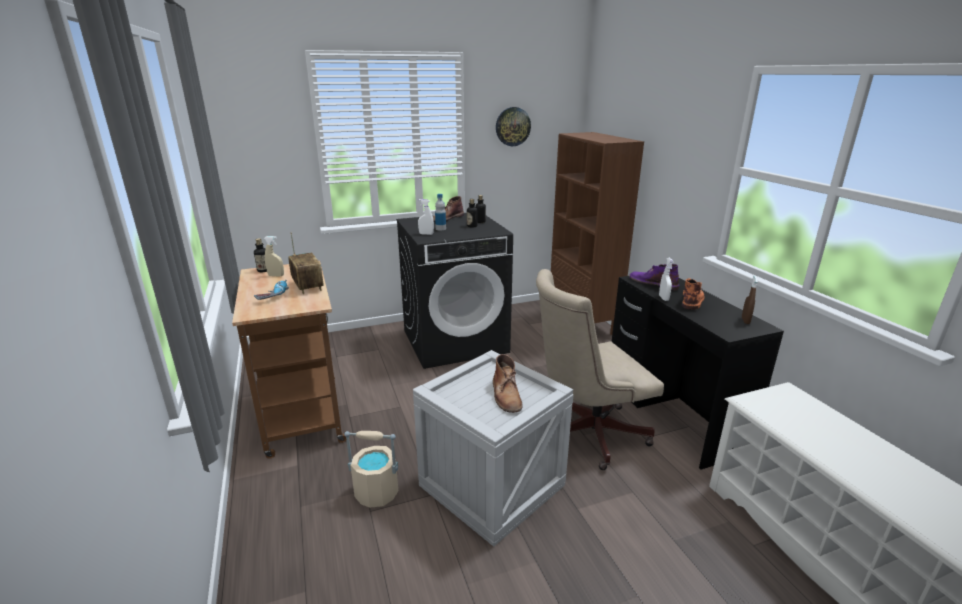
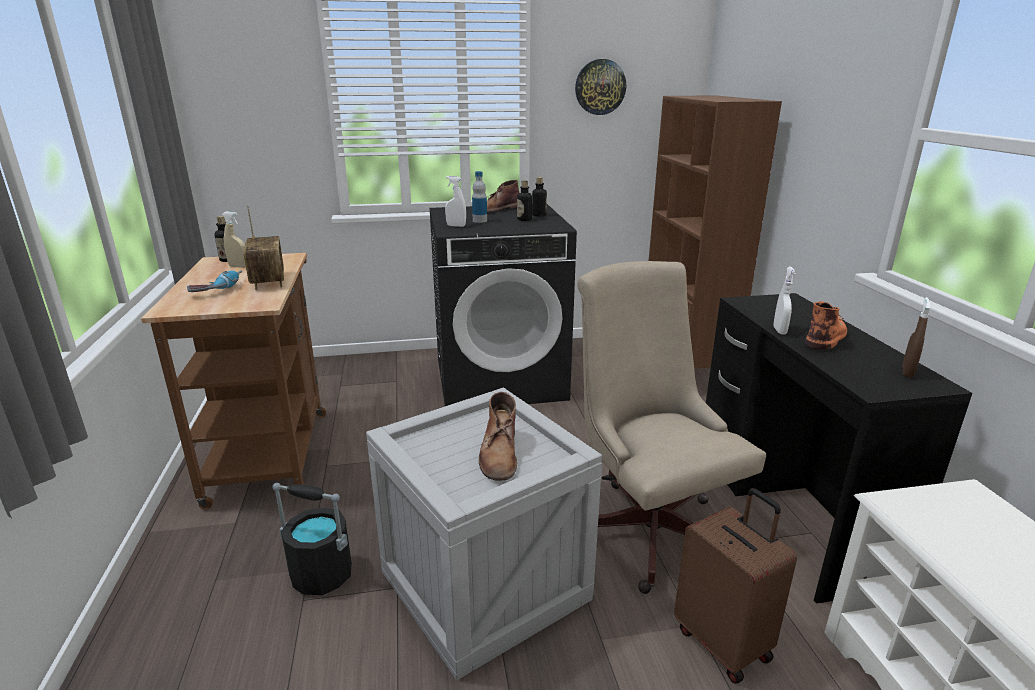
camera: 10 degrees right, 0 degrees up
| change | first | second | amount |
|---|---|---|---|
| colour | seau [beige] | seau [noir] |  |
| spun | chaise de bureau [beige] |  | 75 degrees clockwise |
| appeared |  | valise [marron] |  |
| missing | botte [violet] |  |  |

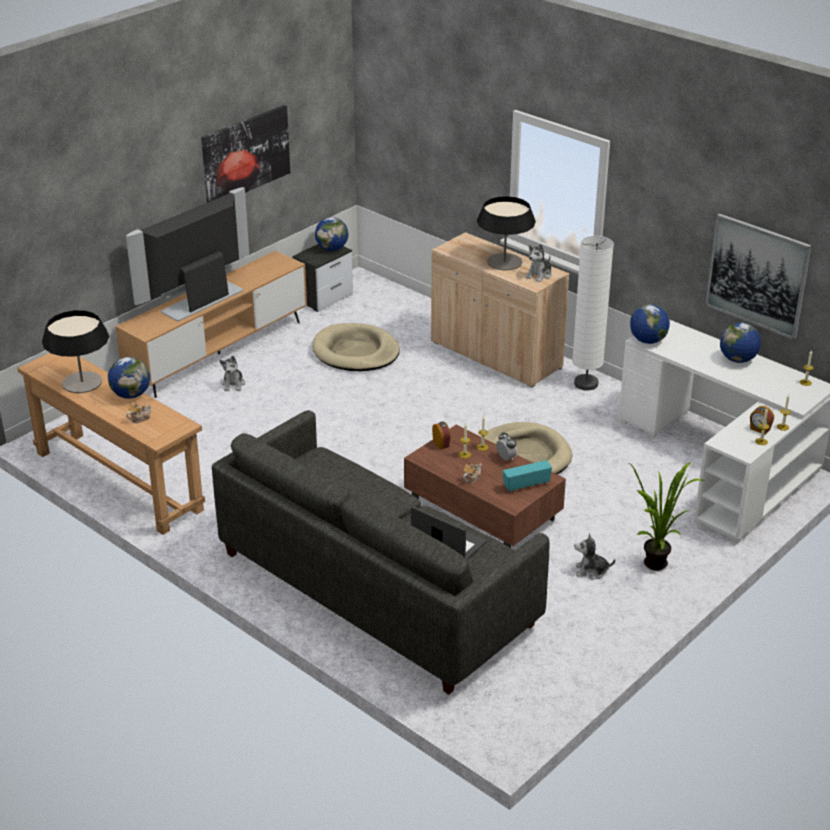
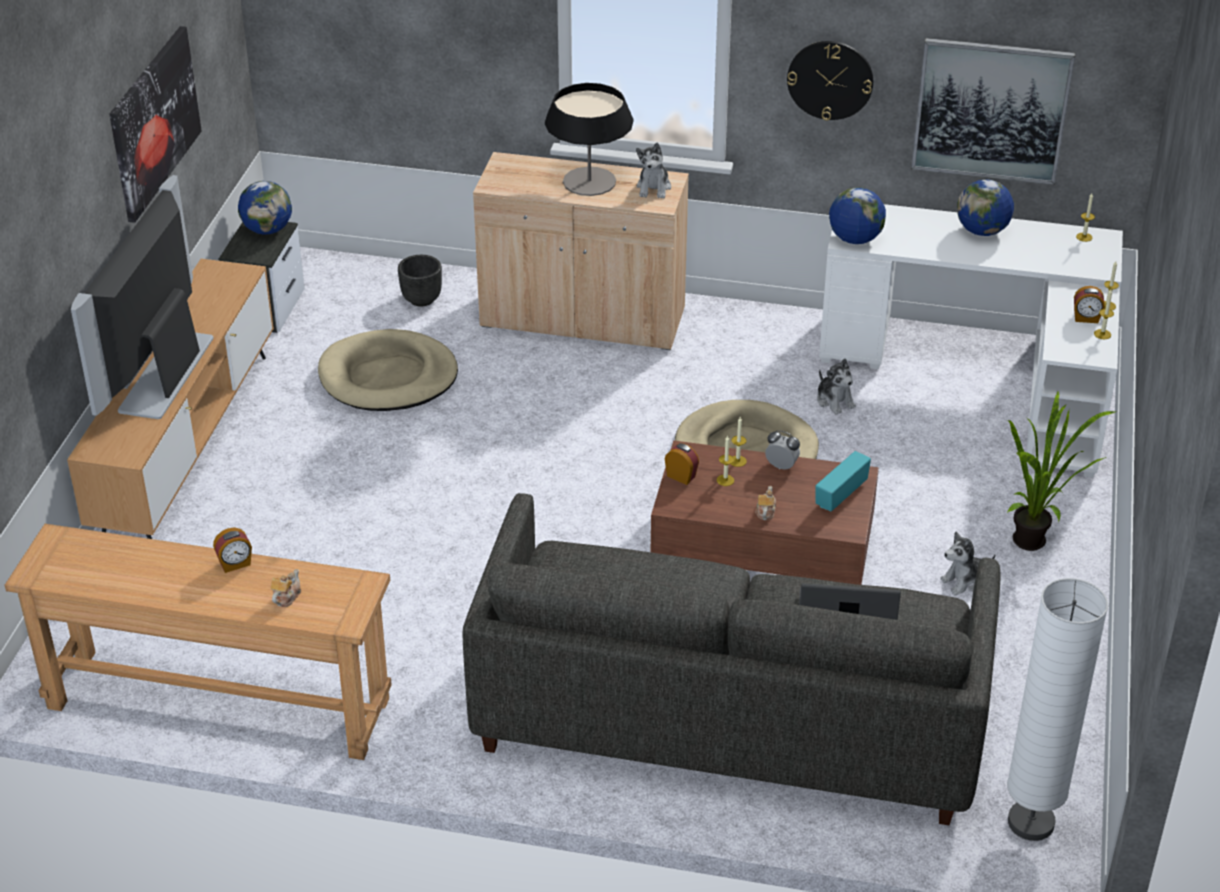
camera: 30 degrees left, 5 degrees up
| change | first | second | amount |
|---|---|---|---|
| exchanged | globe (no. 1 from left) | réveil (no. 1 from left) |  |
| appeared |  | cache-pot [noir] |  |
| appeared |  | horloge murale |  |
| relocated | peluche (no. 1 from left in the first image) | peluche (no. 2 from left) |  |
| relocated | lampadaire [blanc] |  |  |
| missing | lampe de table (no. 1 from left) |  |  |

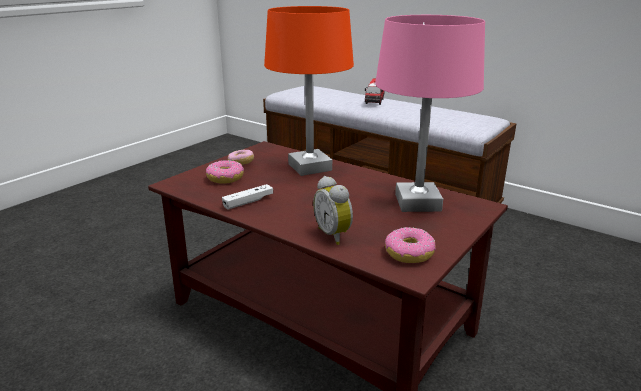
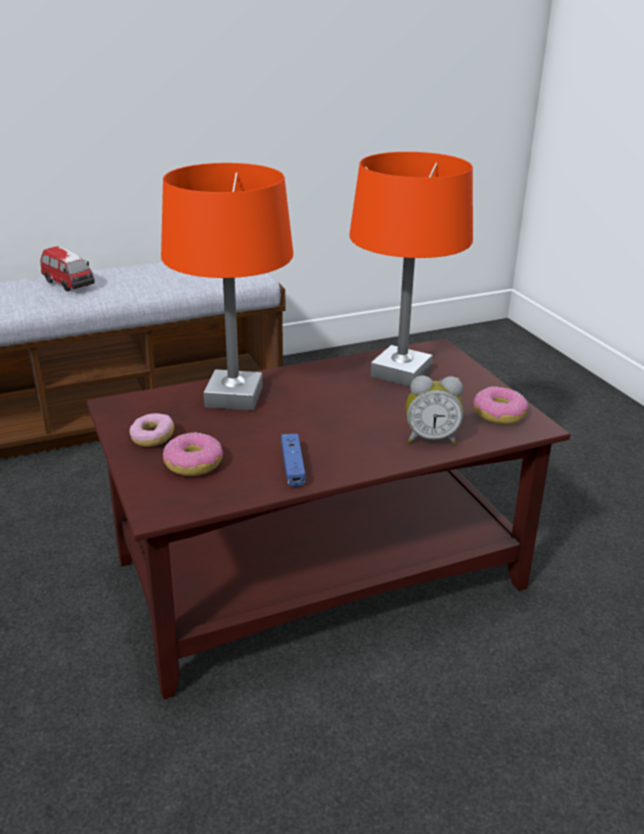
camera: 60 degrees left, 5 degrees up
| change | first | second | amount |
|---|---|---|---|
| colour | manette [blanc] | manette [bleu] |  |
| colour | lampe de table [rose] | lampe de table [orange] (no. 2 from left) |  |

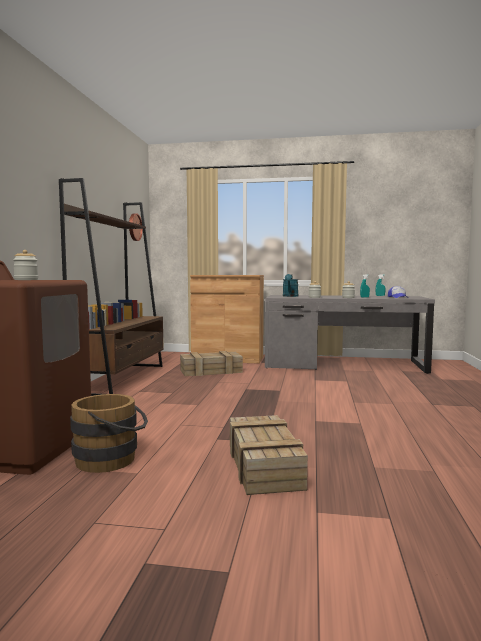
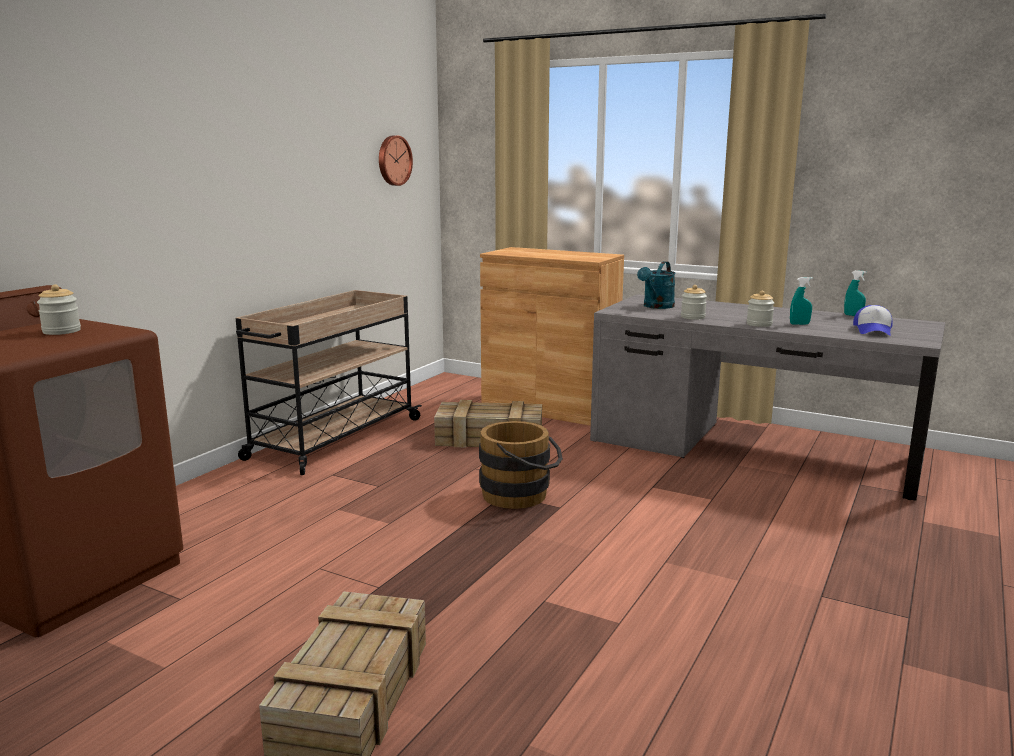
camera: 20 degrees right, 10 degrees up
| change | first | second | amount |
|---|---|---|---|
| exchanged | bibliothèque [marron] | chariot [beige] |  |
| relocated | seau [marron] |  |  |

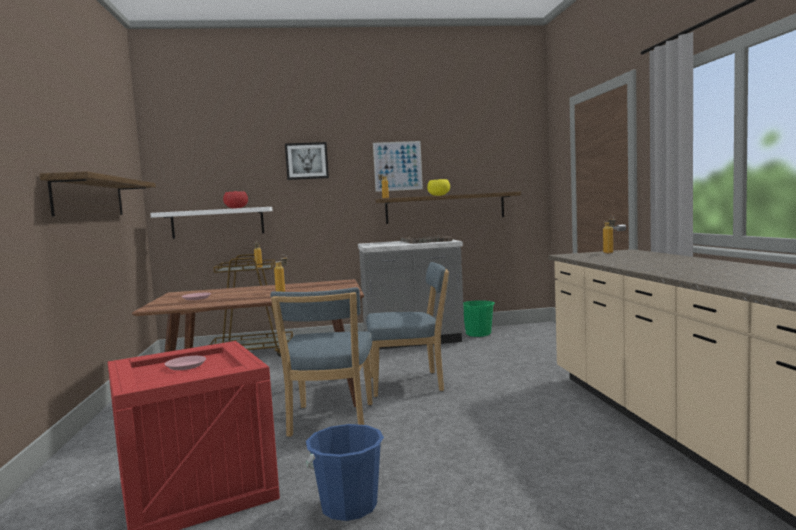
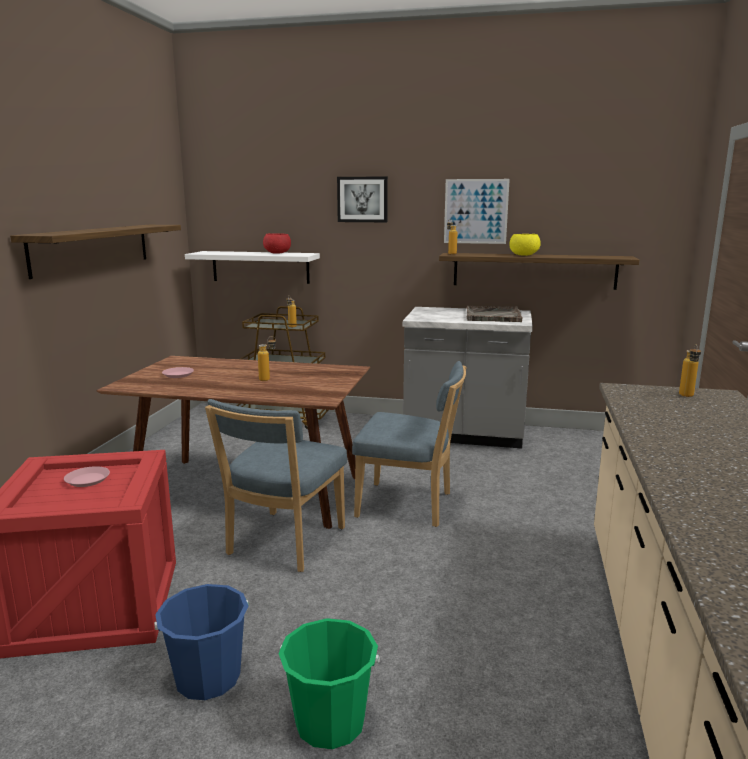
camera: 20 degrees right, 10 degrees up
| change | first | second | amount |
|---|---|---|---|
| relocated | seau [vert] |  |  |

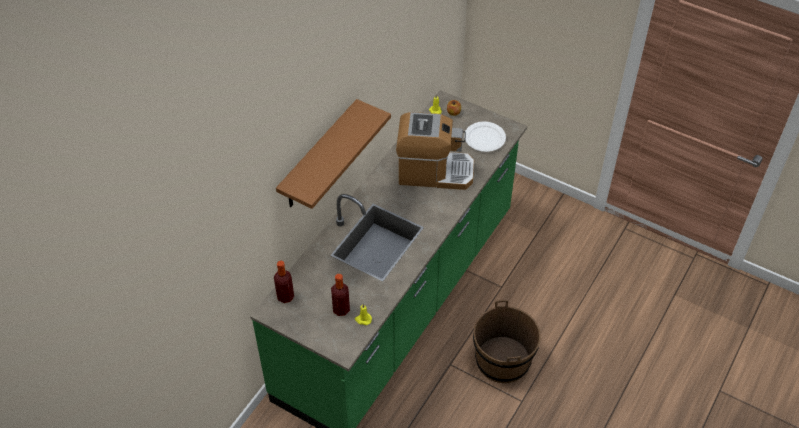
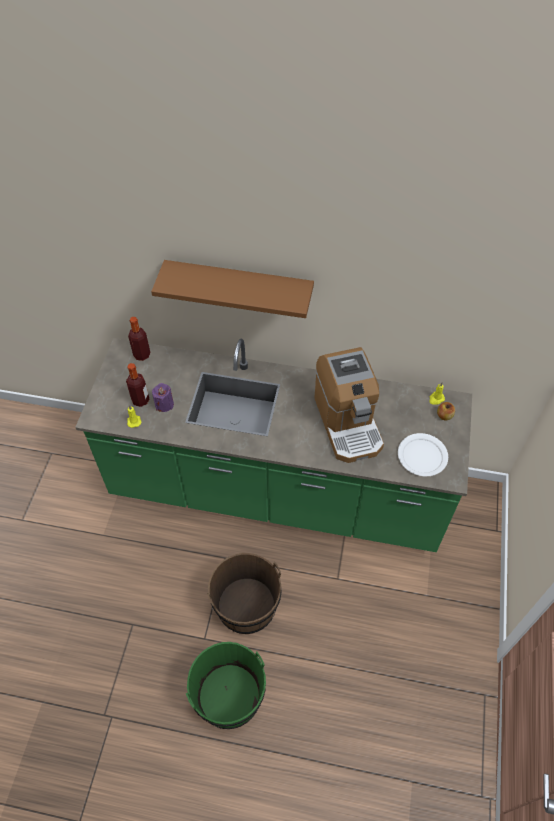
camera: 70 degrees right, 5 degrees up
| change | first | second | amount |
|---|---|---|---|
| appeared |  | bougie [violet] |  |
| appeared |  | seau [vert] |  |

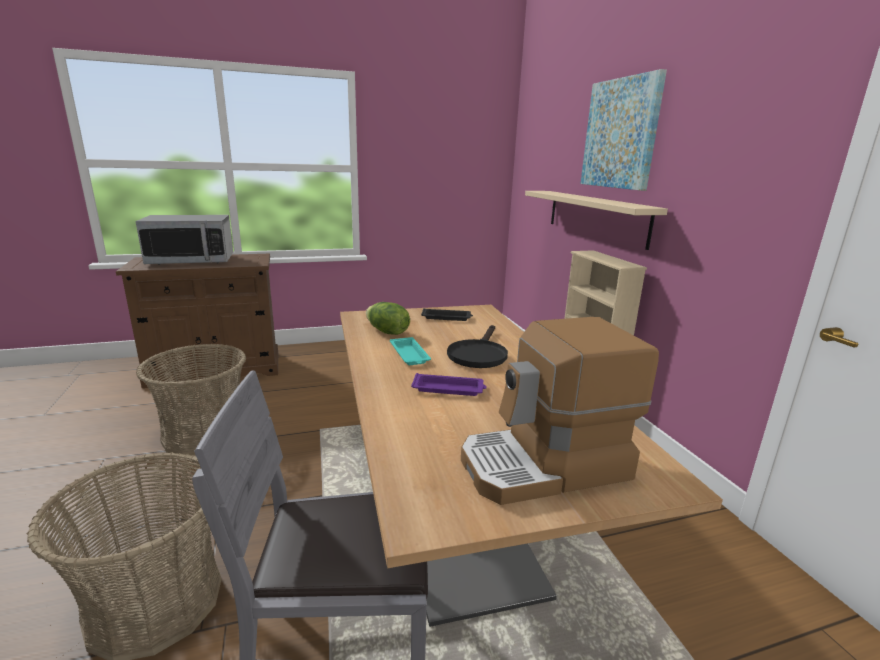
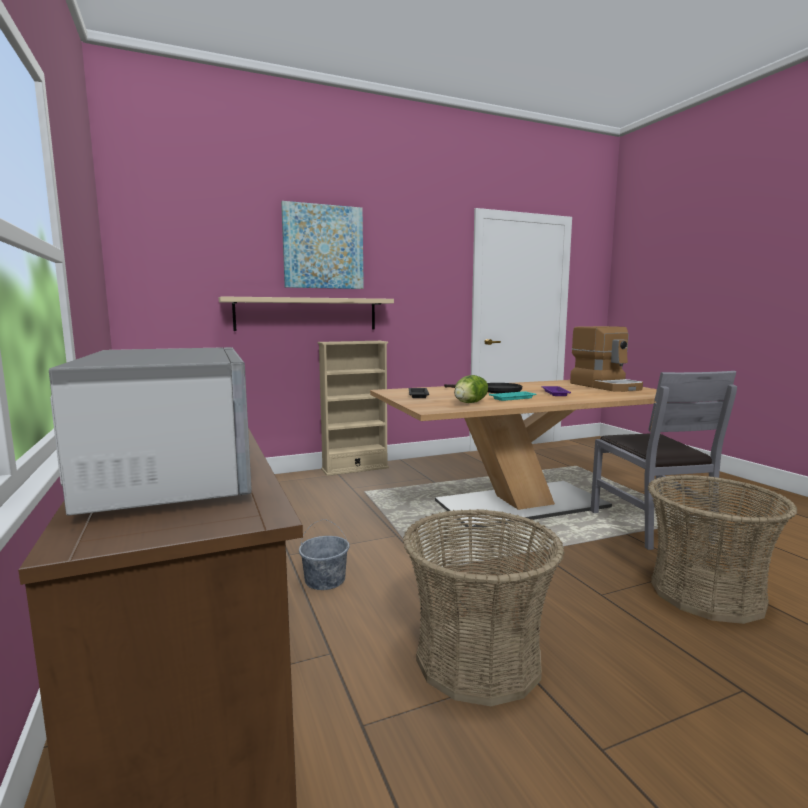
camera: 95 degrees left, 10 degrees down
| change | first | second | amount |
|---|---|---|---|
| appeared |  | seau [gris] |  |

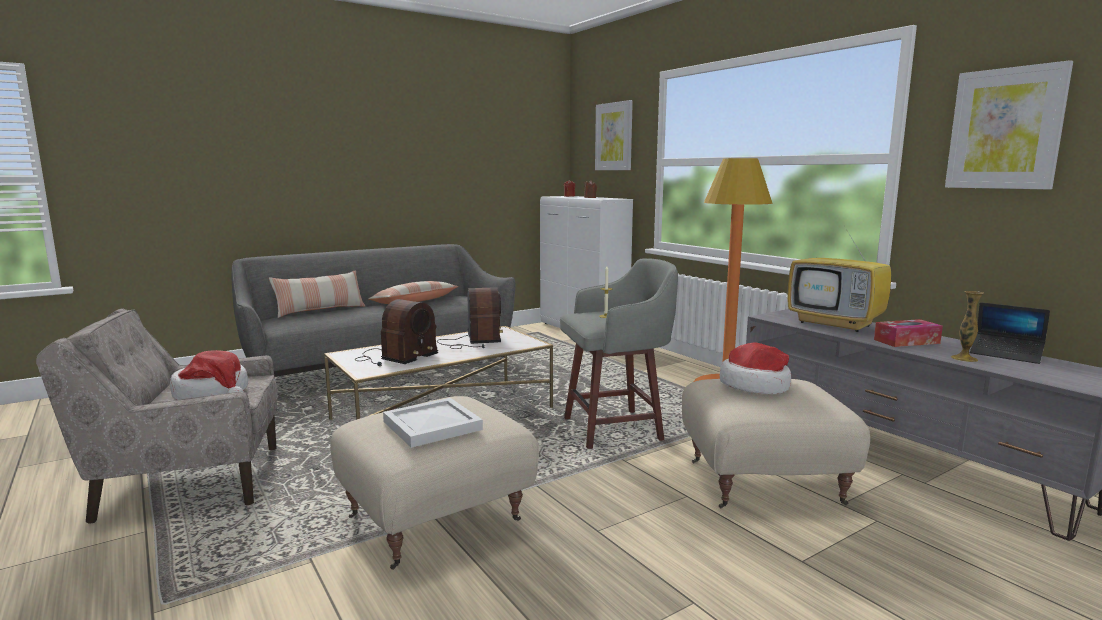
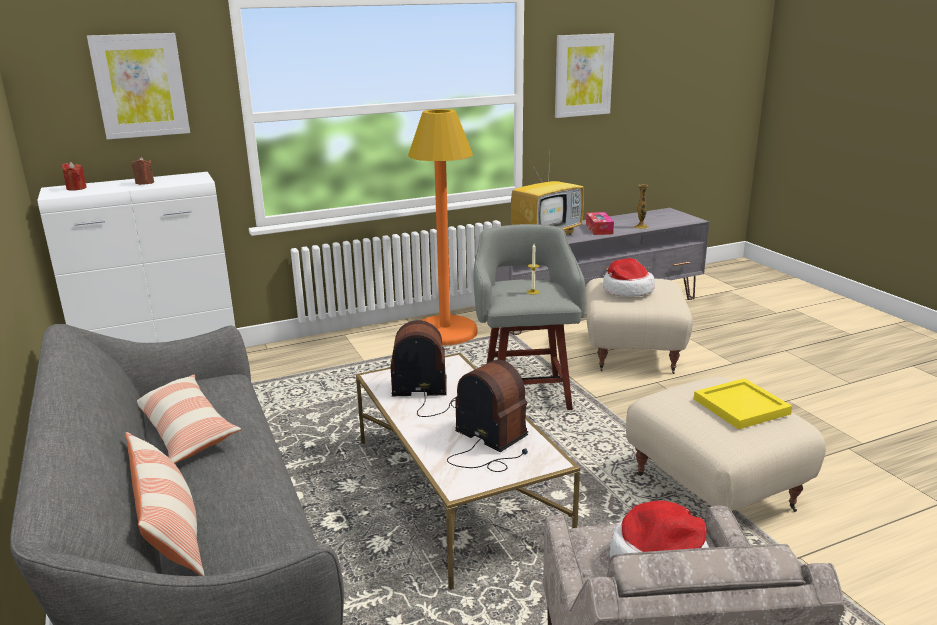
camera: 80 degrees left, 10 degrees up
| change | first | second | amount |
|---|---|---|---|
| colour | plateau [blanc] | plateau [jaune] |  |
| missing | ordinateur portable |  |  |

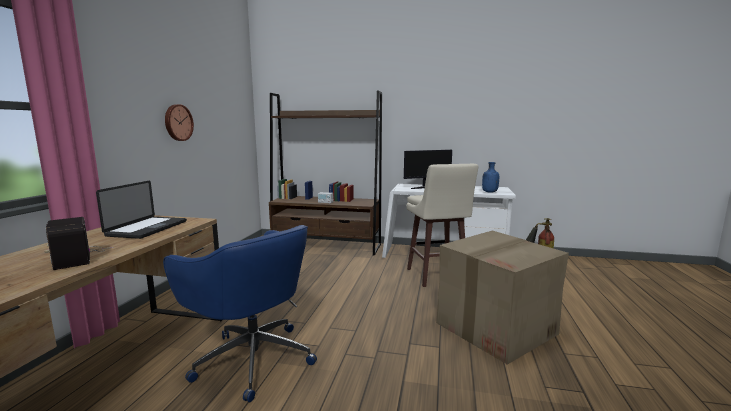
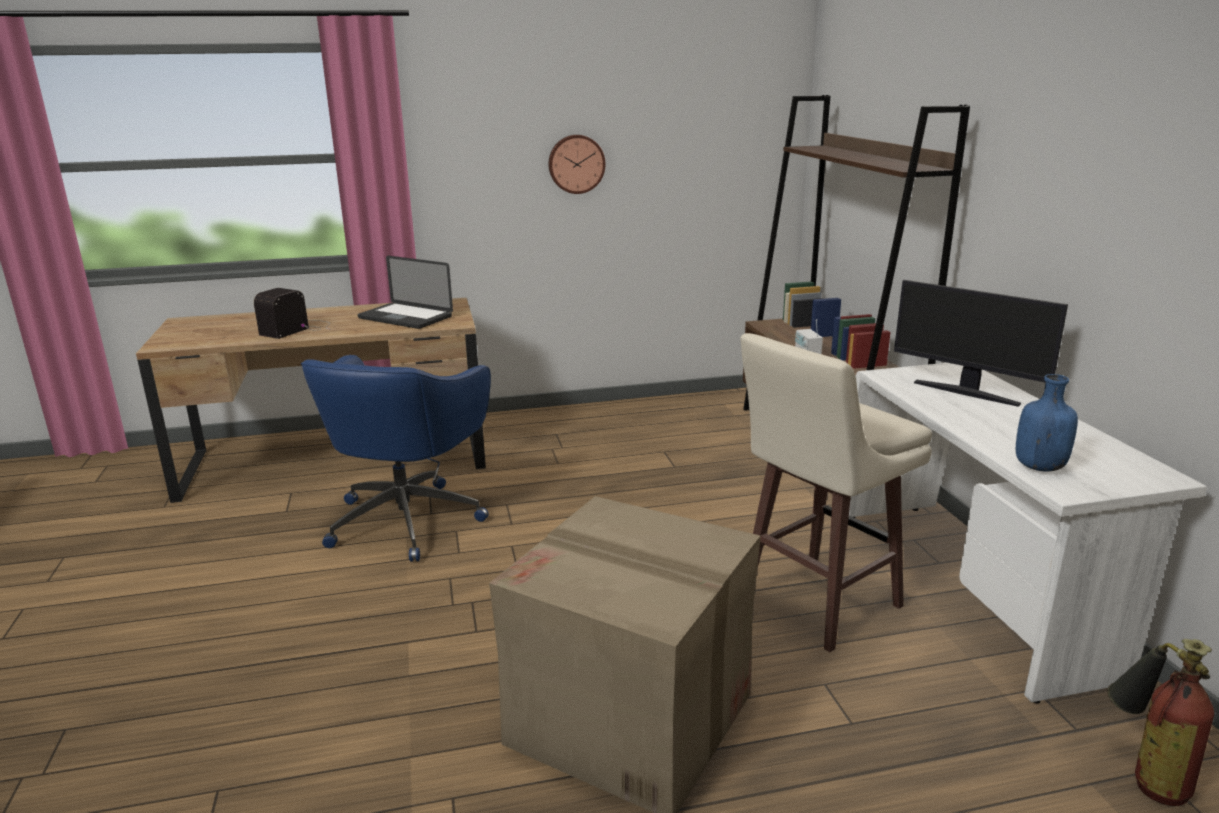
camera: 65 degrees right, 10 degrees up
| change | first | second | amount |
|---|---|---|---|
| spun | ordinateur portable |  | 45 degrees clockwise |

